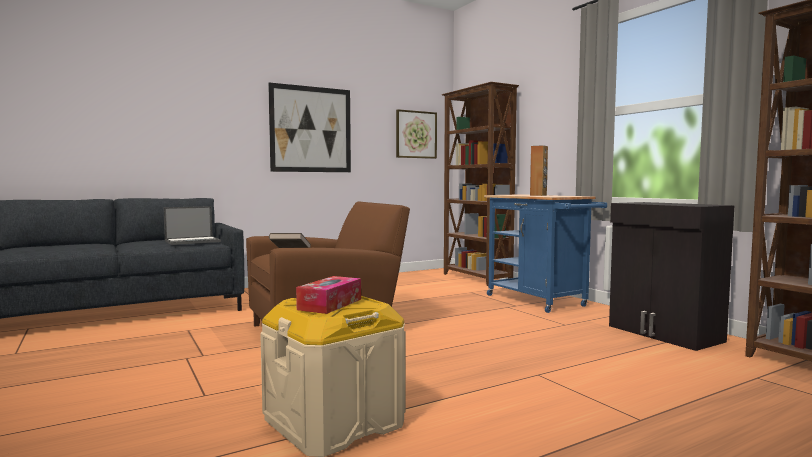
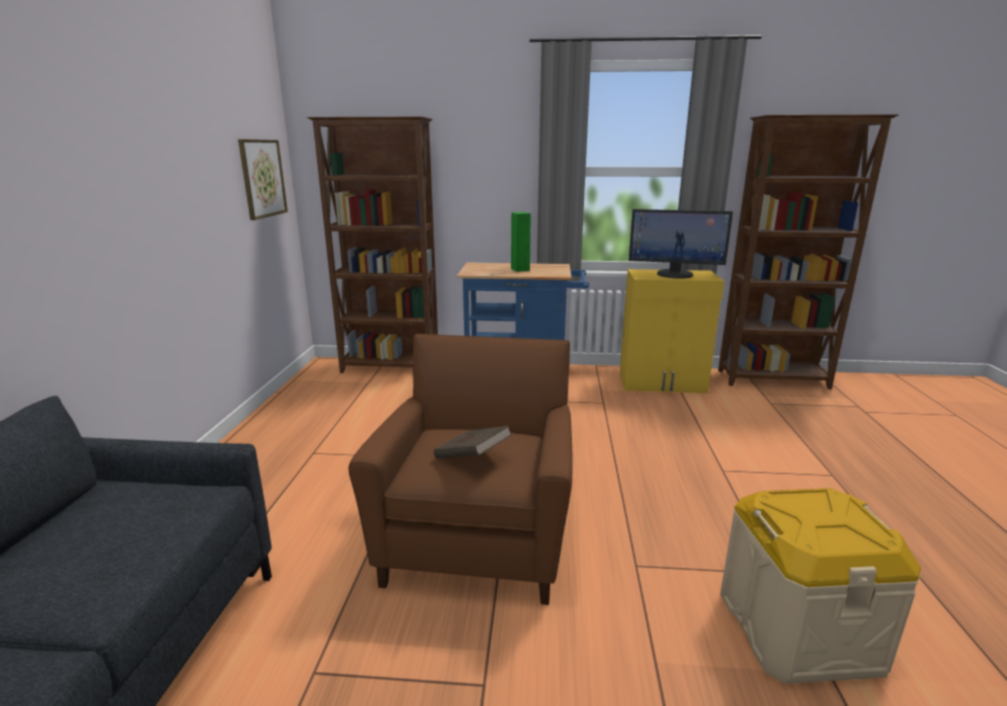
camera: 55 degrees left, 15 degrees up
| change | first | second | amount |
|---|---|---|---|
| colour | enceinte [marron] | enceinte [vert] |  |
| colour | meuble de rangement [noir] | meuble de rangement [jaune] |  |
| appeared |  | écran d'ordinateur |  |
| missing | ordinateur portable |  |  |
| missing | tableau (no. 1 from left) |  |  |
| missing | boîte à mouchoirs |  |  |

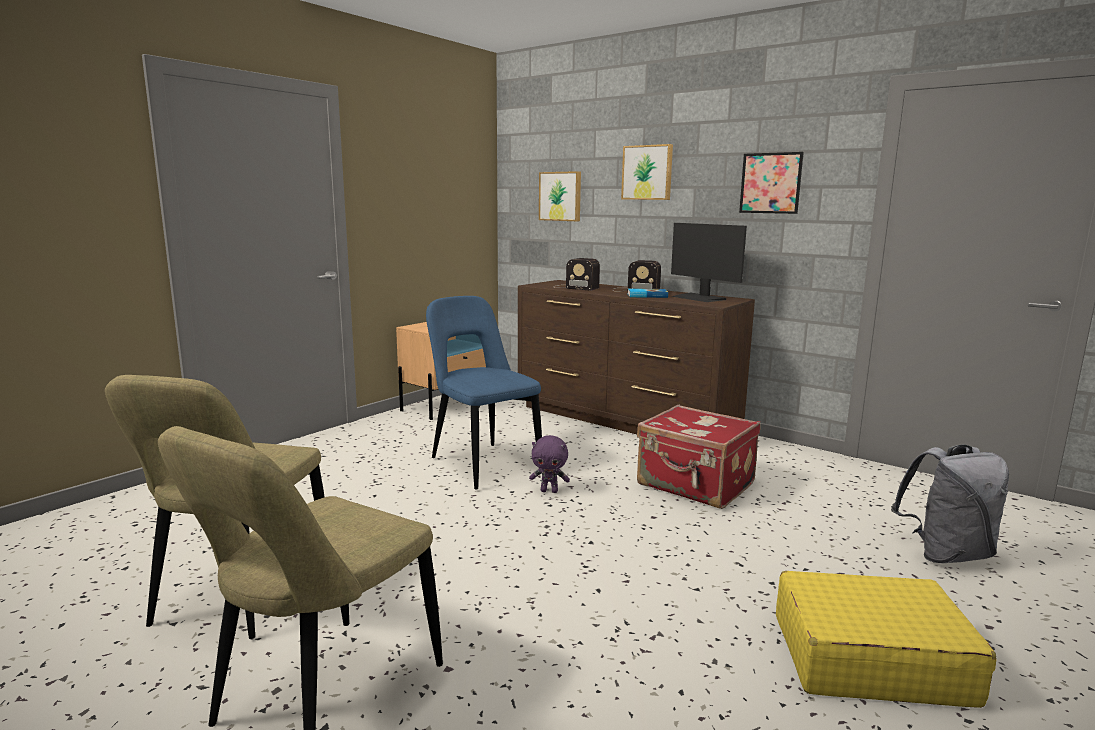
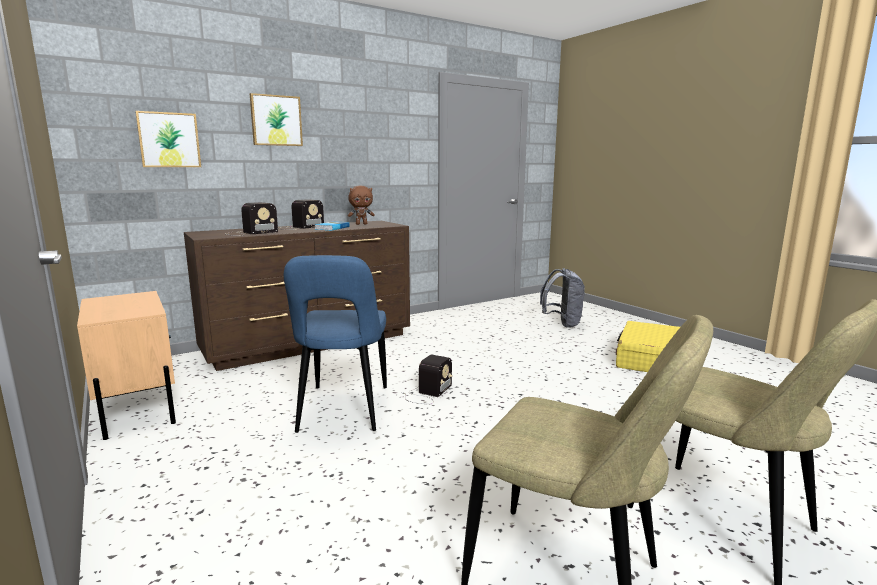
camera: 70 degrees left, 0 degrees up
| change | first | second | amount |
|---|---|---|---|
| spun | chaise [bleu] |  | 75 degrees counterclockwise |
| exchanged | écran d'ordinateur | peluche [marron] |  |
| exchanged | peluche [violet] | radio (no. 3 from left) |  |
| missing | valise [rouge] |  |  |
| missing | tableau (no. 3 from left) |  |  |

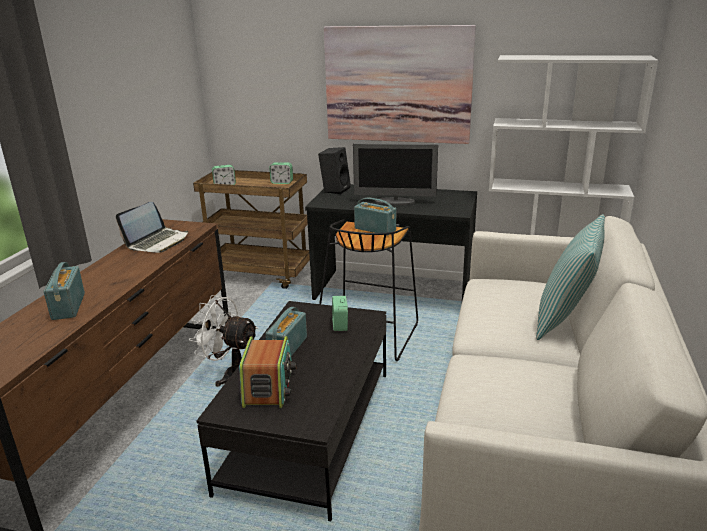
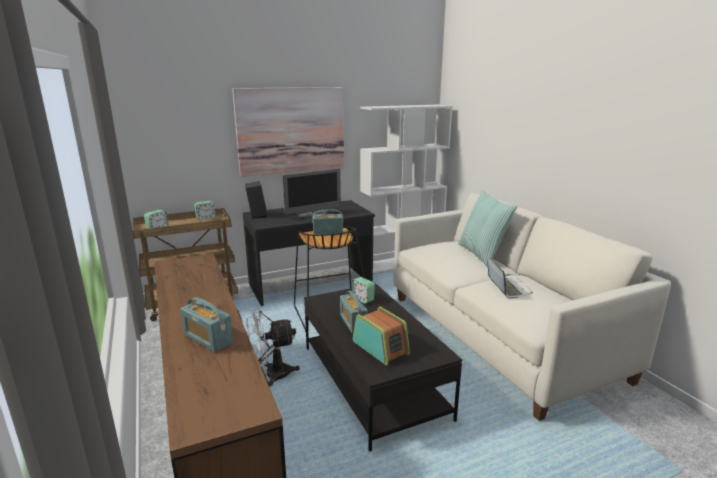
camera: 40 degrees left, 5 degrees down
| change | first | second | amount |
|---|---|---|---|
| relocated | ordinateur portable |  |  |

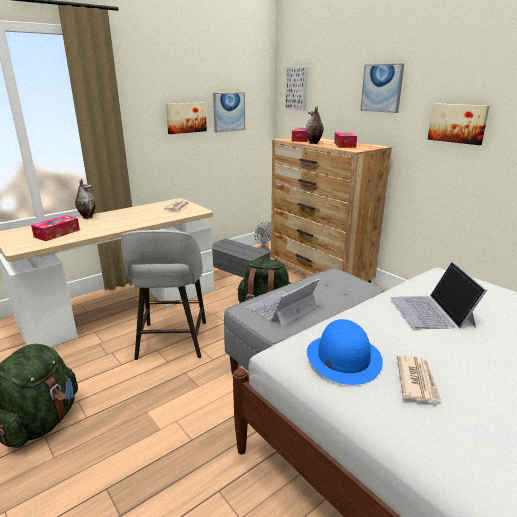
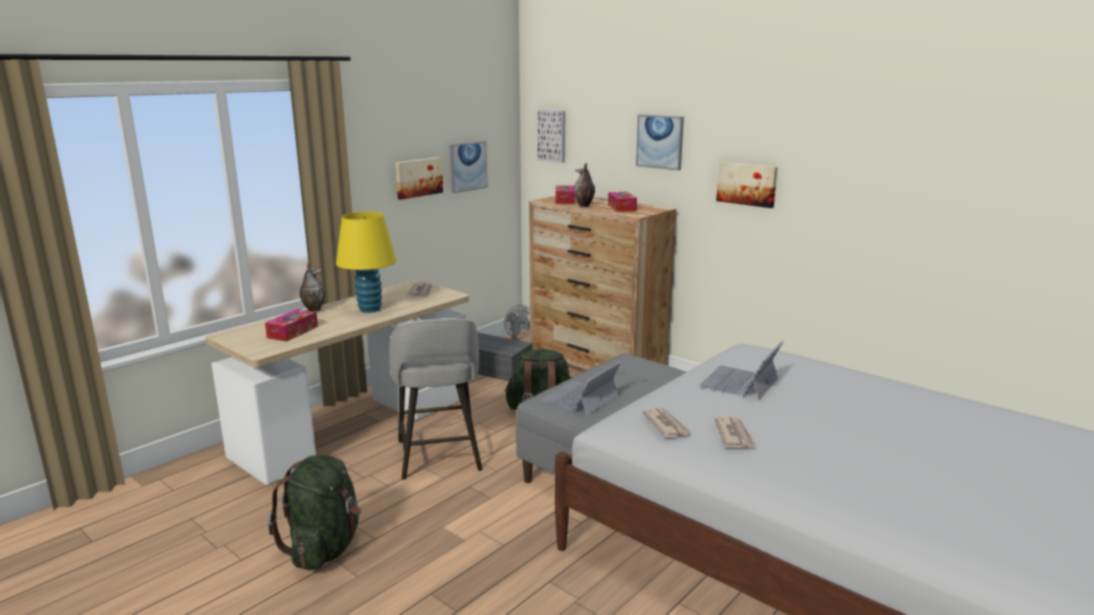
camera: 10 degrees left, 5 degrees down
| change | first | second | amount |
|---|---|---|---|
| appeared |  | lampe de table [jaune] |  |
| exchanged | chapeau [bleu] | journal (no. 2 from left) |  |
| spun | ordinateur portable (no. 2 from left) |  | 45 degrees clockwise |

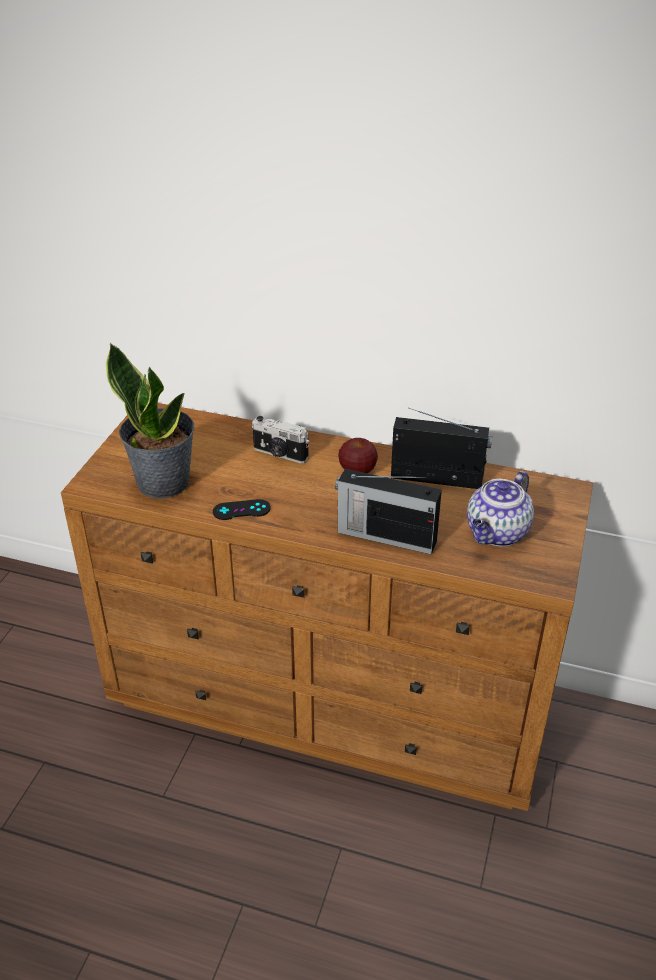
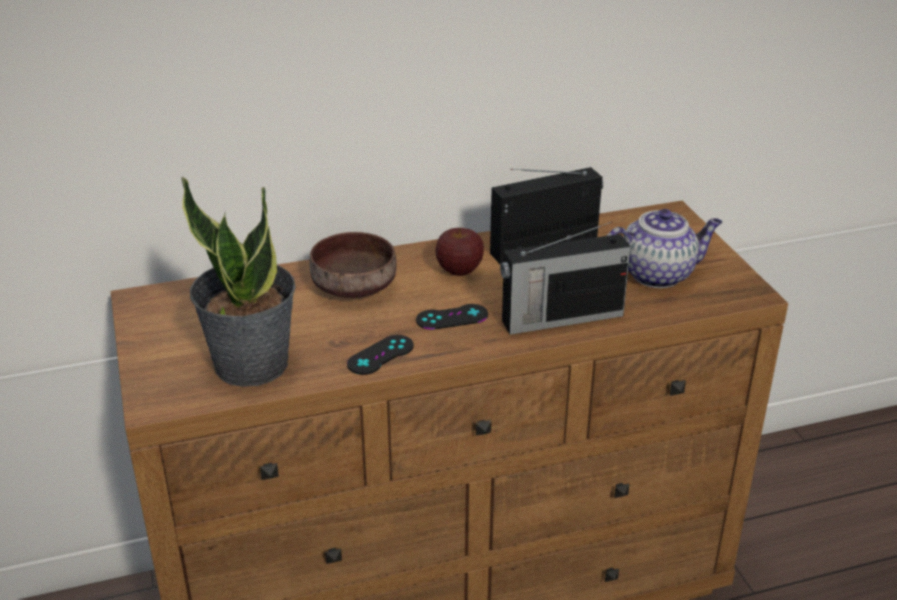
camera: 35 degrees left, 5 degrees down
| change | first | second | amount |
|---|---|---|---|
| exchanged | appareil photo | bol [marron] |  |
| appeared |  | manette [noir] (no. 2 from left) |  |
| spun | théière |  | 105 degrees counterclockwise |

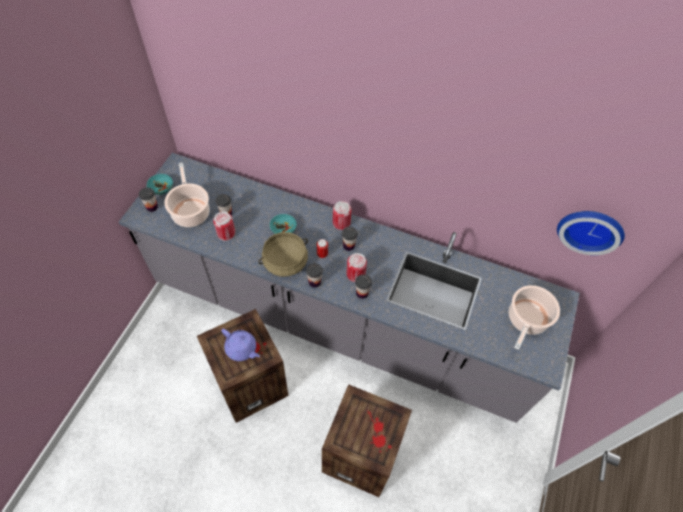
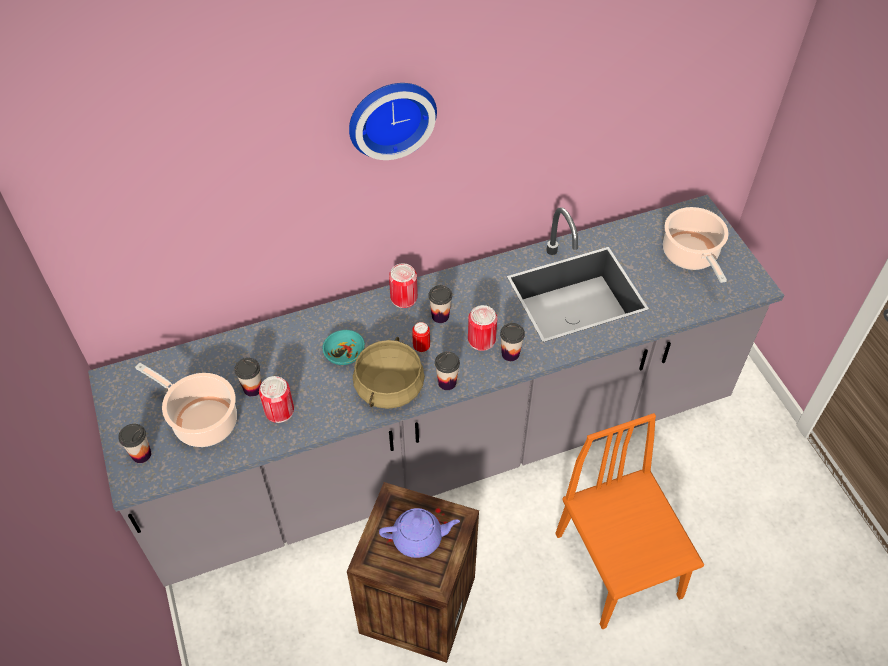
camera: 40 degrees left, 5 degrees down
| change | first | second | amount |
|---|---|---|---|
| relocated | horloge murale |  |  |
| exchanged | caisse (no. 2 from left) | chaise [orange] |  |
| missing | bol [turquoise] (no. 1 from left) |  |  |

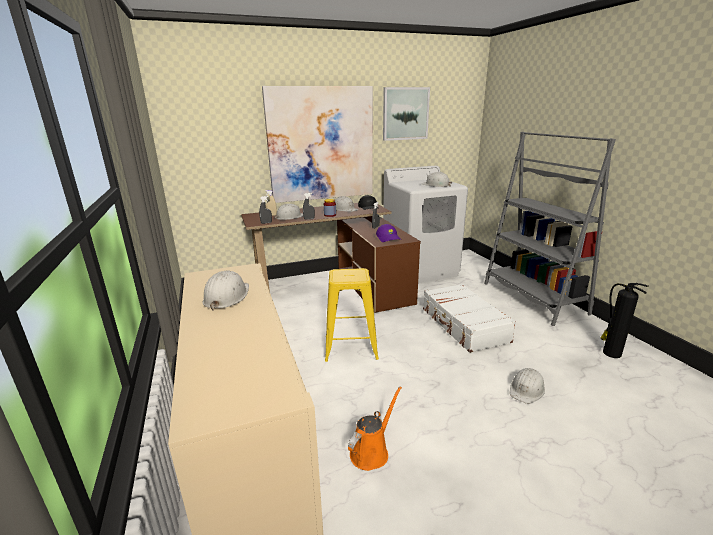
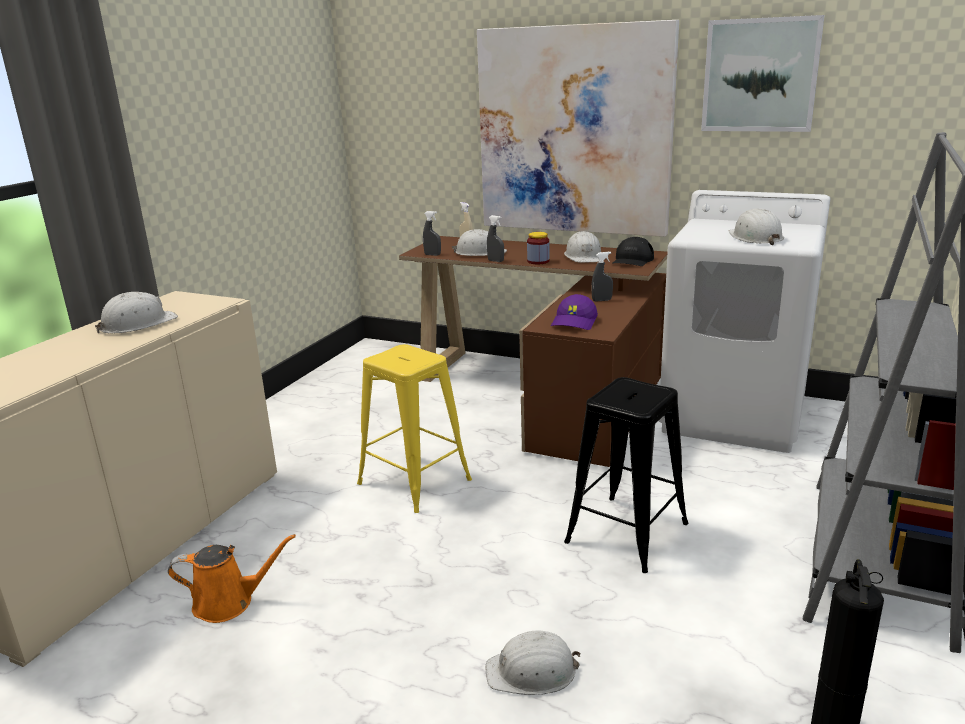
camera: 45 degrees right, 0 degrees up
| change | first | second | amount |
|---|---|---|---|
| exchanged | valise [blanc] | tabouret [noir] |  |

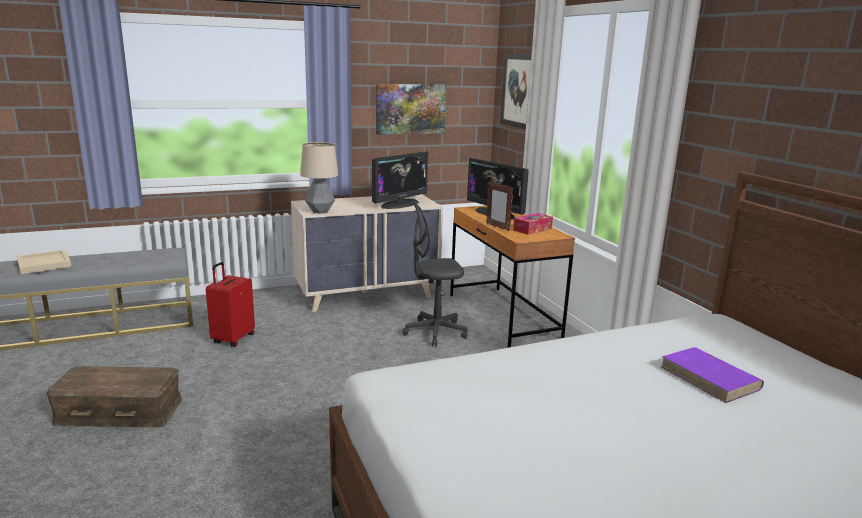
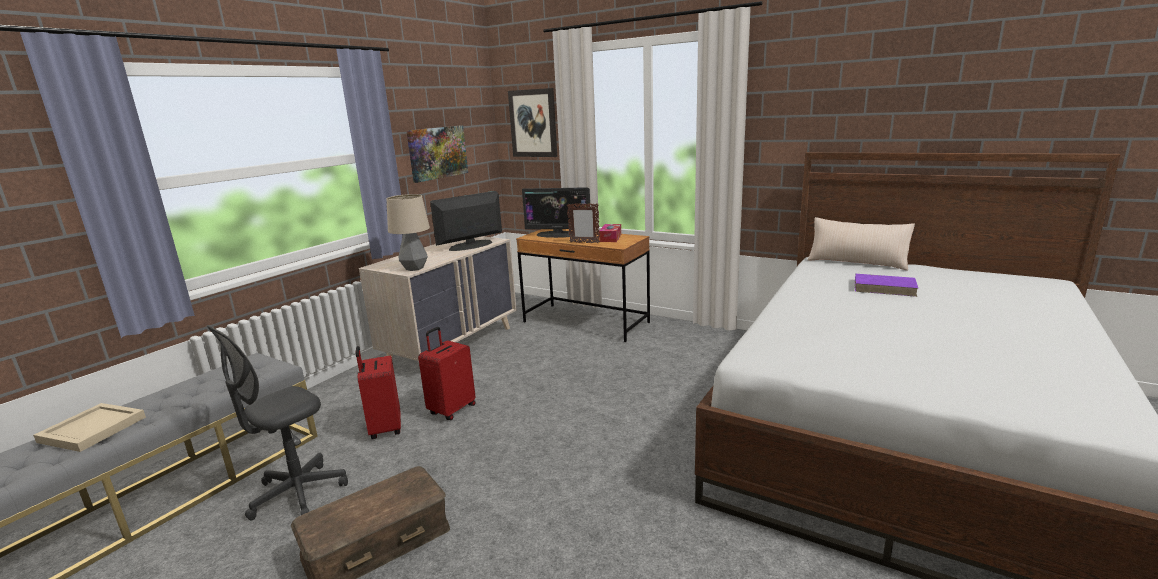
camera: 35 degrees left, 0 degrees up
| change | first | second | amount |
|---|---|---|---|
| relocated | chaise de bureau [gris] |  |  |
| appeared |  | valise [rouge] (no. 2 from left) |  |
| spun | écran d'ordinateur (no. 1 from left) |  | 135 degrees counterclockwise |
| appeared |  | coussin [beige] |  |

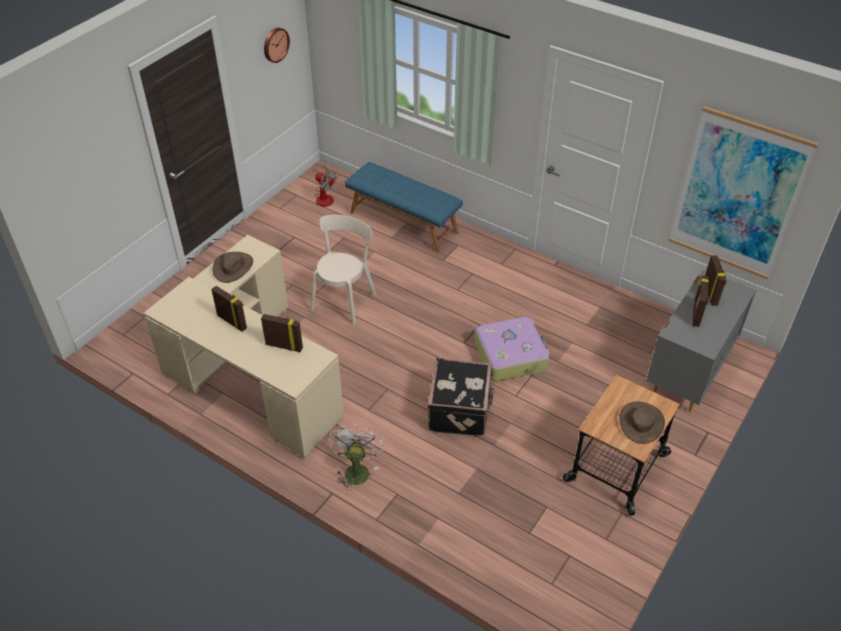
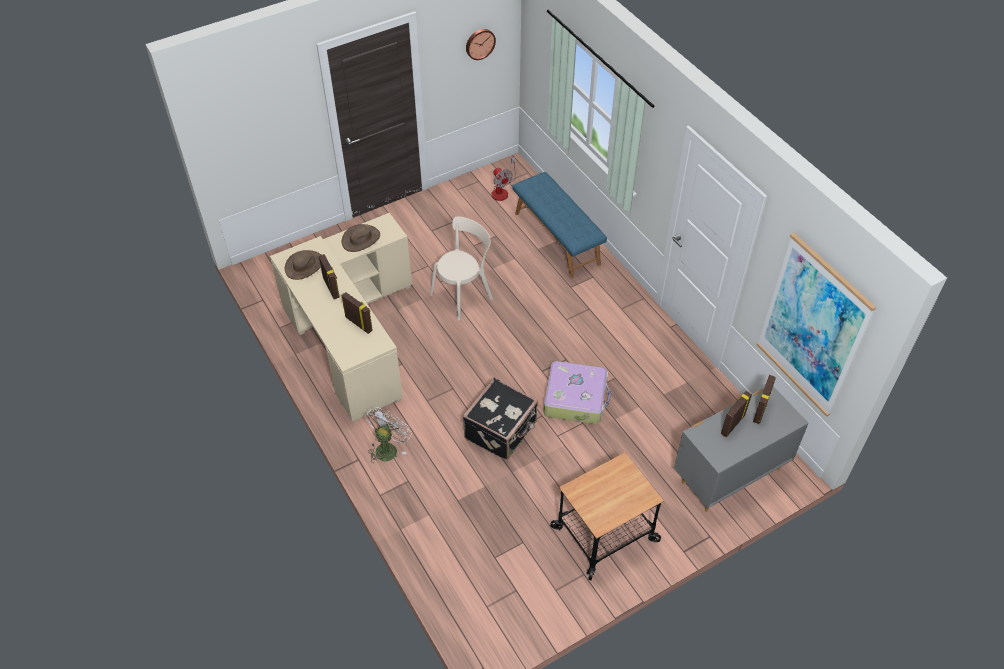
camera: 25 degrees right, 5 degrees up
| change | first | second | amount |
|---|---|---|---|
| relocated | chapeau [marron] (no. 2 from left in the first image) | chapeau [marron] (no. 1 from left) |  |

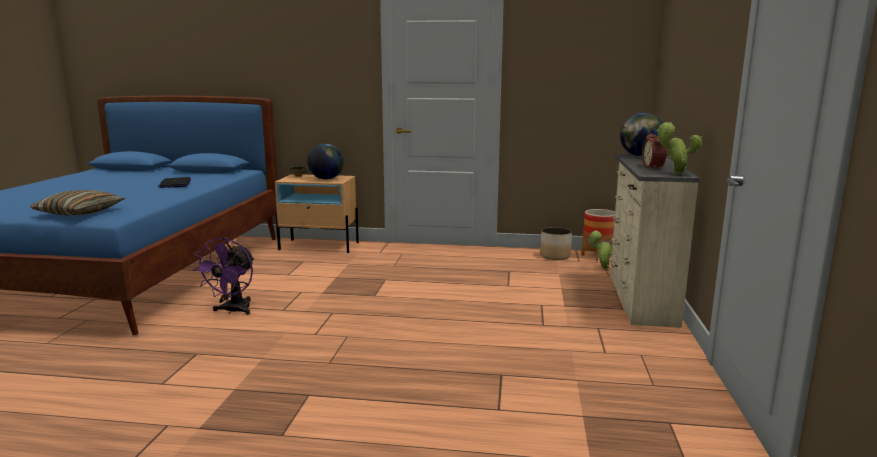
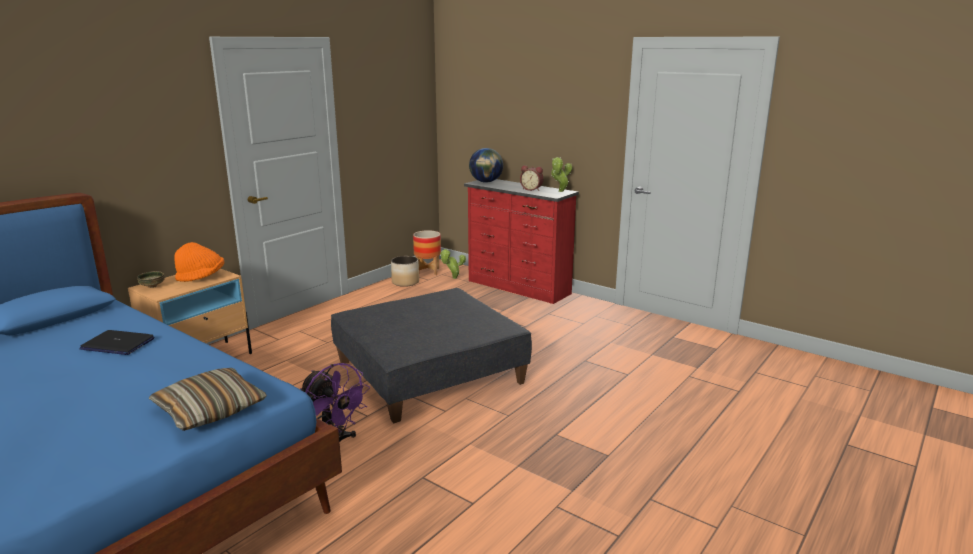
camera: 60 degrees left, 5 degrees up
| change | first | second | amount |
|---|---|---|---|
| exchanged | globe (no. 1 from left) | chapeau [orange] |  |
| appeared |  | pouf [gris] |  |
| colour | commode [beige] | commode [rouge] |  |

